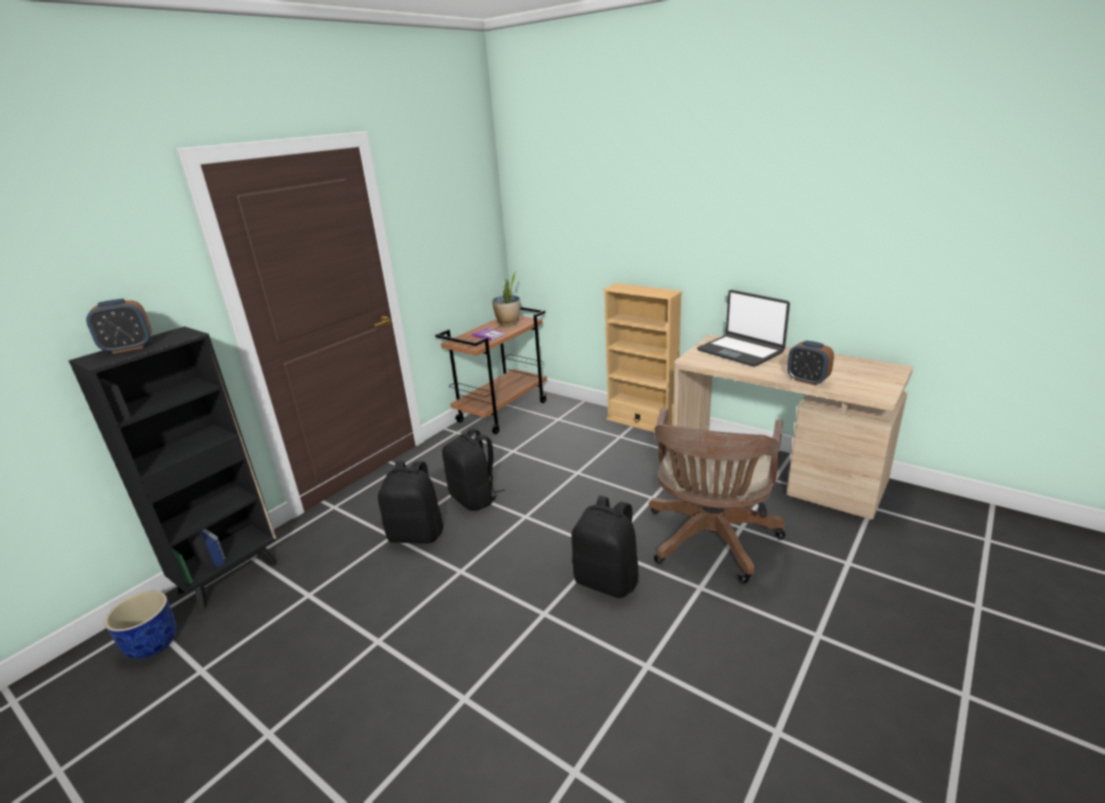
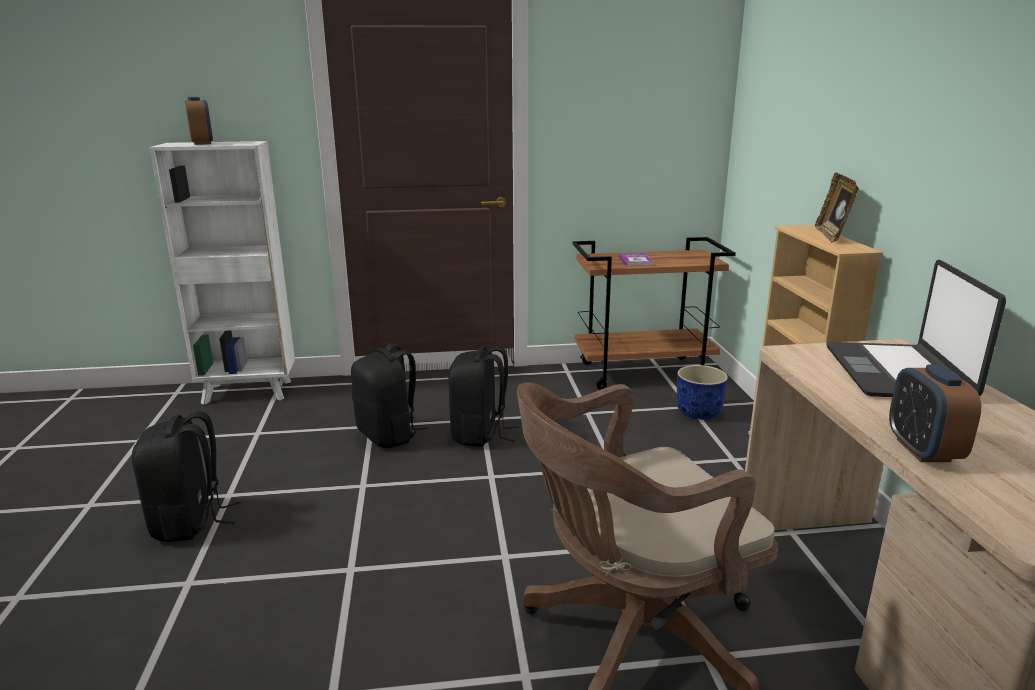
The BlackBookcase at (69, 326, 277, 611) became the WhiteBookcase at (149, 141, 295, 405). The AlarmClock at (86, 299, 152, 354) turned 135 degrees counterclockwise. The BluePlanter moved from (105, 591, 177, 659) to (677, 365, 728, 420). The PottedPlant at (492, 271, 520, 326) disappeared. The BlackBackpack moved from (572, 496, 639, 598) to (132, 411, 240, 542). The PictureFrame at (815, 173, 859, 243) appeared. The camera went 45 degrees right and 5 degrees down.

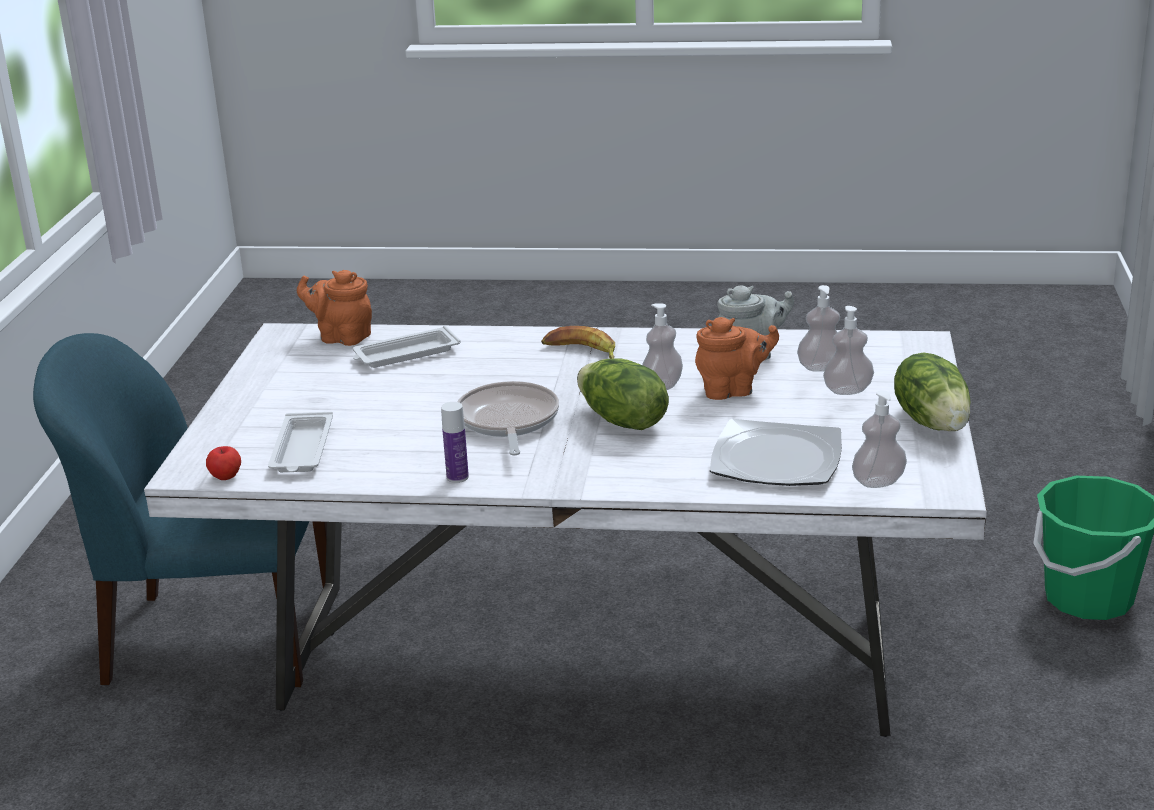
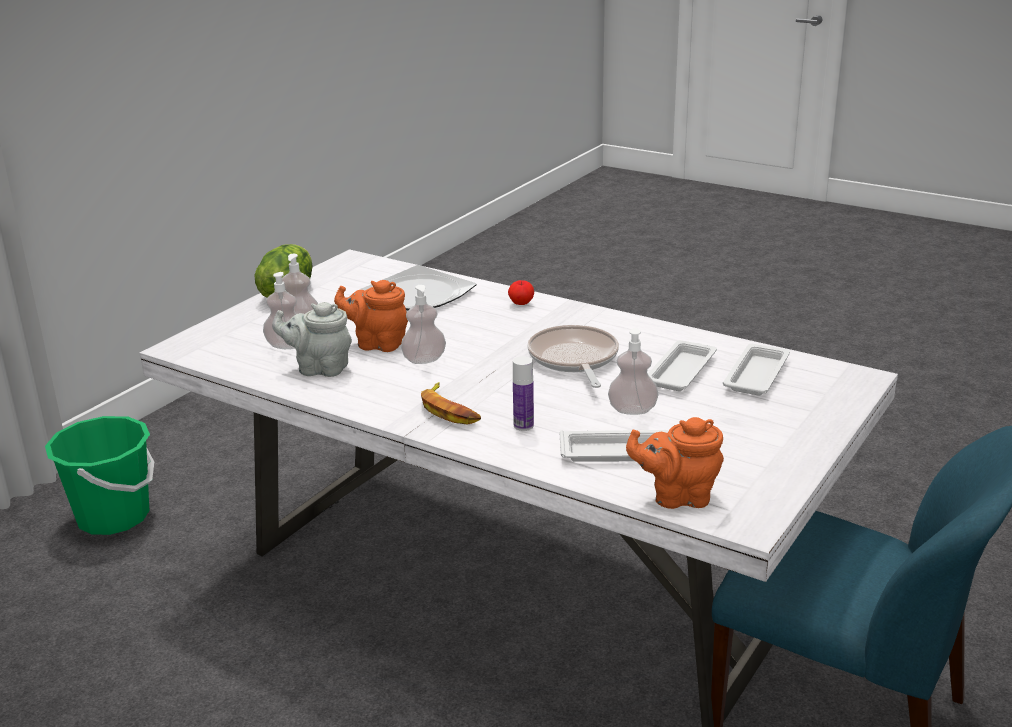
The Apple moved from (206, 446, 241, 480) to (508, 280, 534, 305). The OrangeTeapot at (297, 270, 372, 346) turned 135 degrees clockwise. The Bottle moved from (441, 402, 469, 483) to (513, 356, 534, 431). The FryingPan at (457, 381, 559, 456) turned 150 degrees clockwise. The Lettuce at (577, 358, 669, 430) disappeared. The SoapDispenser moved from (852, 390, 907, 488) to (608, 328, 659, 415). The WhiteTray at (648, 340, 717, 391) appeared. The camera went 155 degrees left and 0 degrees up.

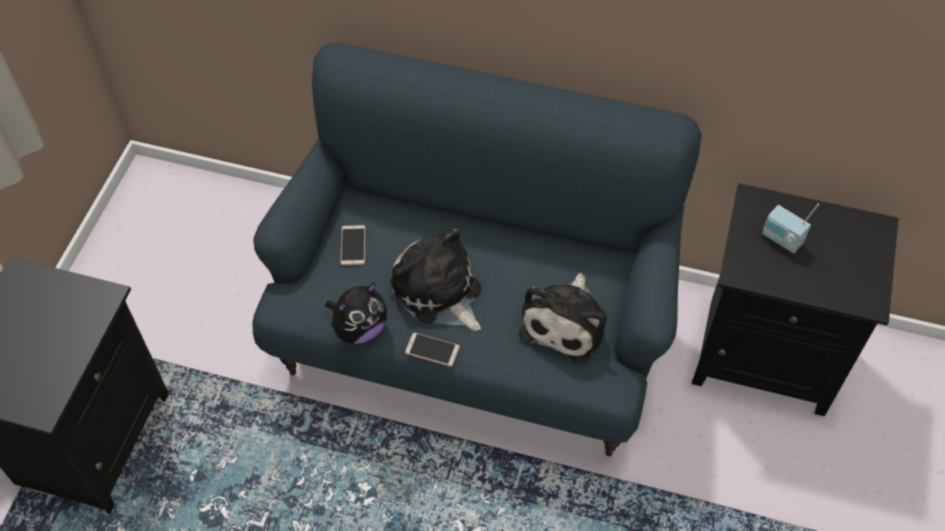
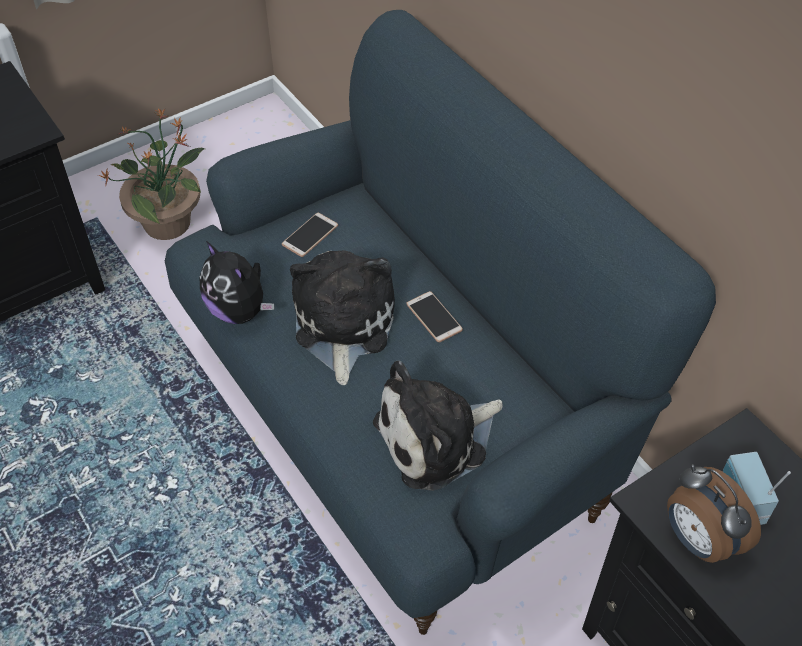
The PlushToy at (325, 282, 387, 344) turned 45 degrees clockwise. The Phone moved from (405, 333, 460, 367) to (406, 291, 463, 343). The PottedPlant at (98, 108, 205, 240) appeared. The AlarmClock at (667, 464, 761, 563) appeared. The camera went 40 degrees right and 5 degrees down.

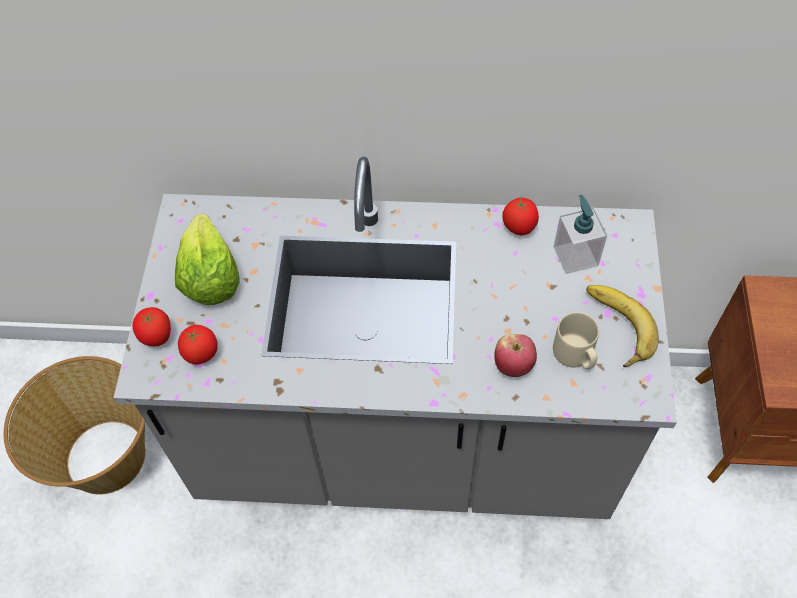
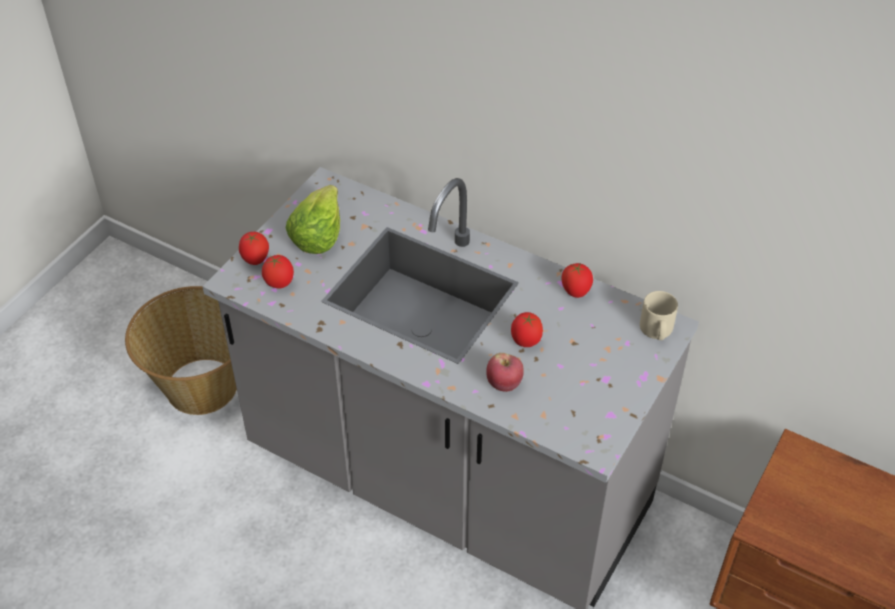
The BeigeMug moved from (553, 312, 599, 369) to (640, 291, 678, 340). The SoapDispenser at (554, 195, 607, 274) disappeared. The Banana at (586, 285, 659, 367) disappeared. The Tomato at (511, 312, 543, 347) appeared. The camera went 25 degrees right and 10 degrees down.

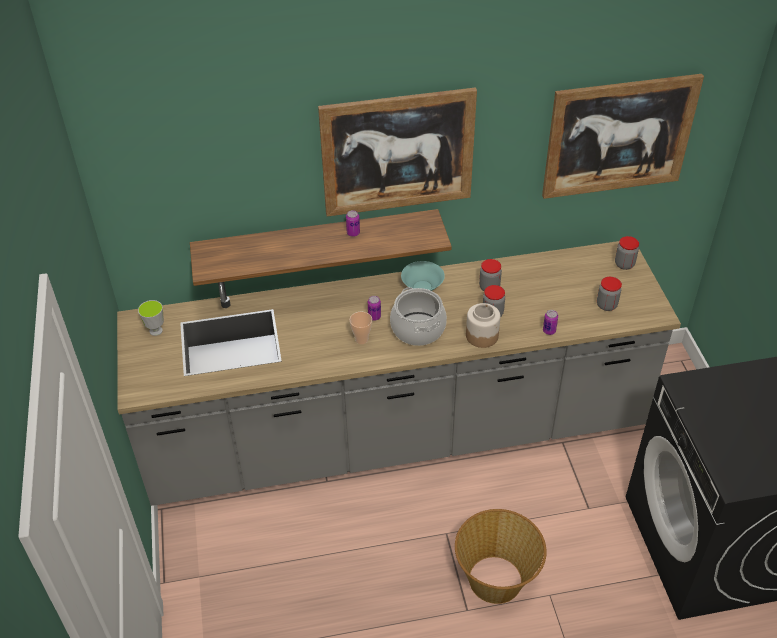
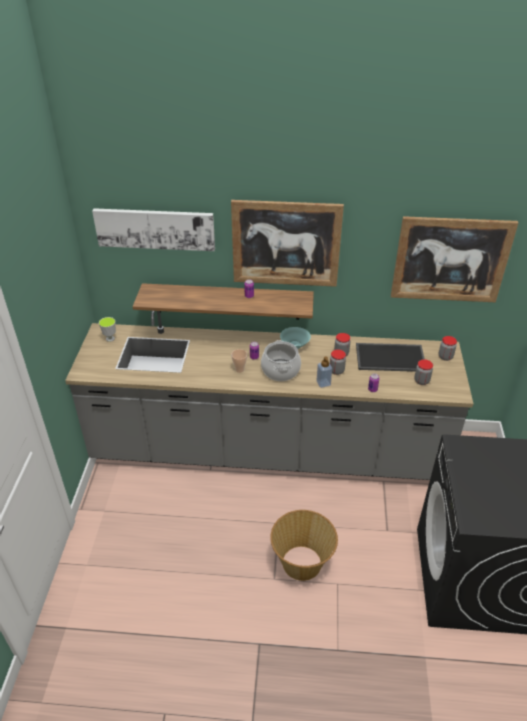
The Jar at (466, 303, 500, 348) was replaced by the SoapDispenser at (316, 356, 332, 388). The Picture at (92, 208, 215, 251) appeared. The Tray at (356, 343, 425, 372) appeared. The camera went 15 degrees right and 5 degrees down.

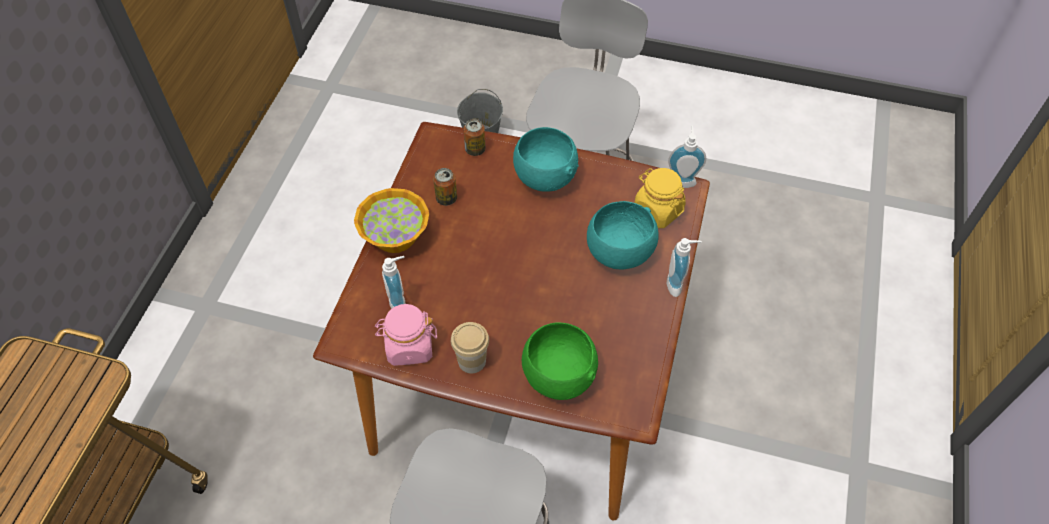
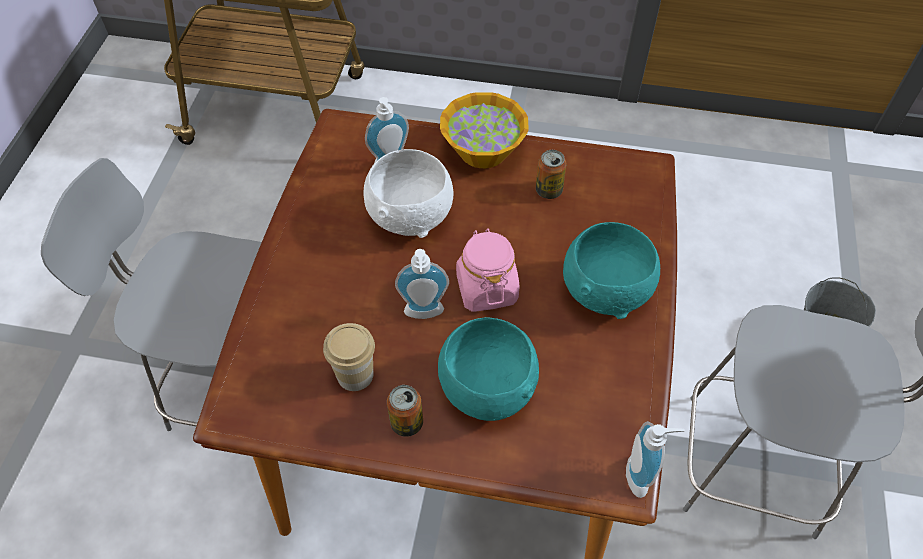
The PinkJar moved from (375, 304, 437, 366) to (456, 228, 519, 312). The Cup moved from (451, 322, 489, 374) to (323, 323, 375, 391). The Can moved from (464, 119, 486, 156) to (387, 385, 423, 437). The GreenBowl at (522, 322, 598, 400) disappeared. The YellowJar at (634, 168, 686, 228) disappeared. The SoapDispenser moved from (667, 238, 702, 297) to (395, 249, 449, 319). The WhiteBowl at (363, 149, 453, 238) appeared. The camera went 85 degrees right and 0 degrees up.

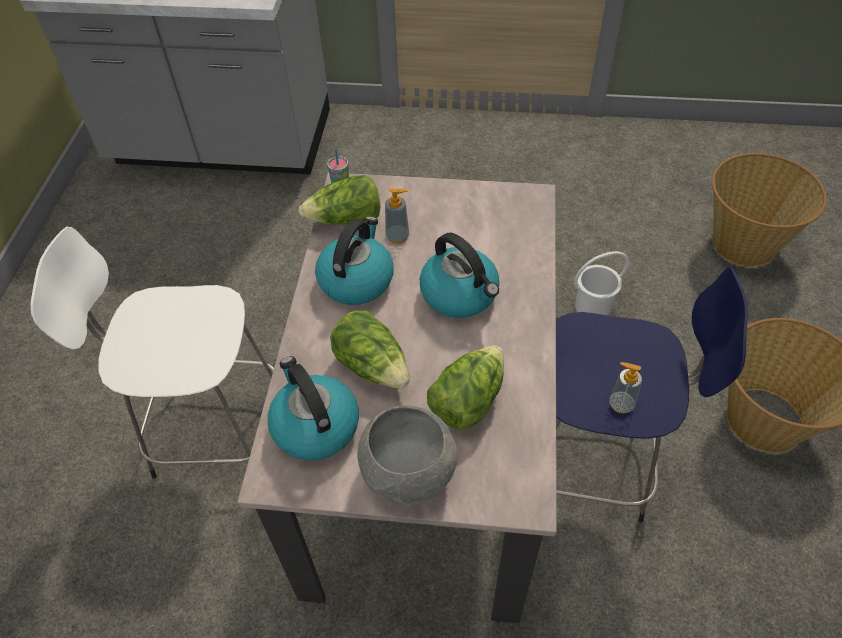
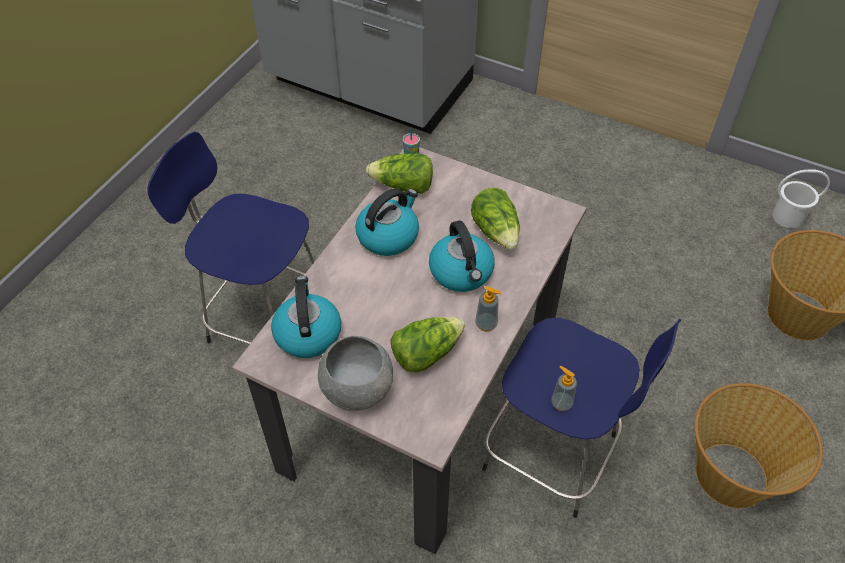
The WhiteStool at (30, 227, 274, 479) became the BlueStool at (147, 131, 315, 345). The Lettuce moved from (330, 310, 410, 389) to (471, 188, 520, 250). The SoapDispenser moved from (385, 188, 409, 244) to (475, 286, 502, 332). The WhiteBucket moved from (574, 251, 629, 316) to (772, 169, 830, 229). The camera went 20 degrees right and 0 degrees up.

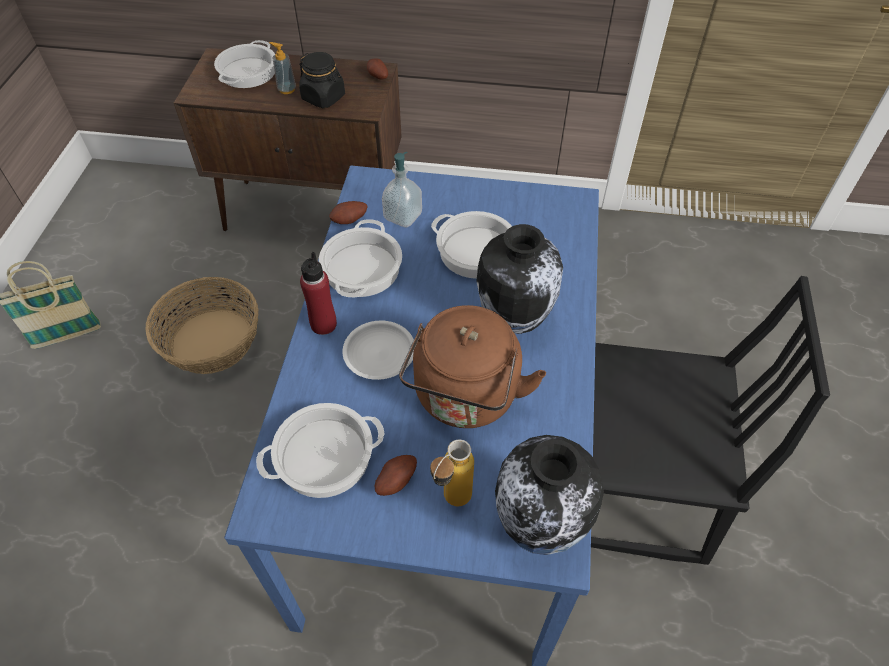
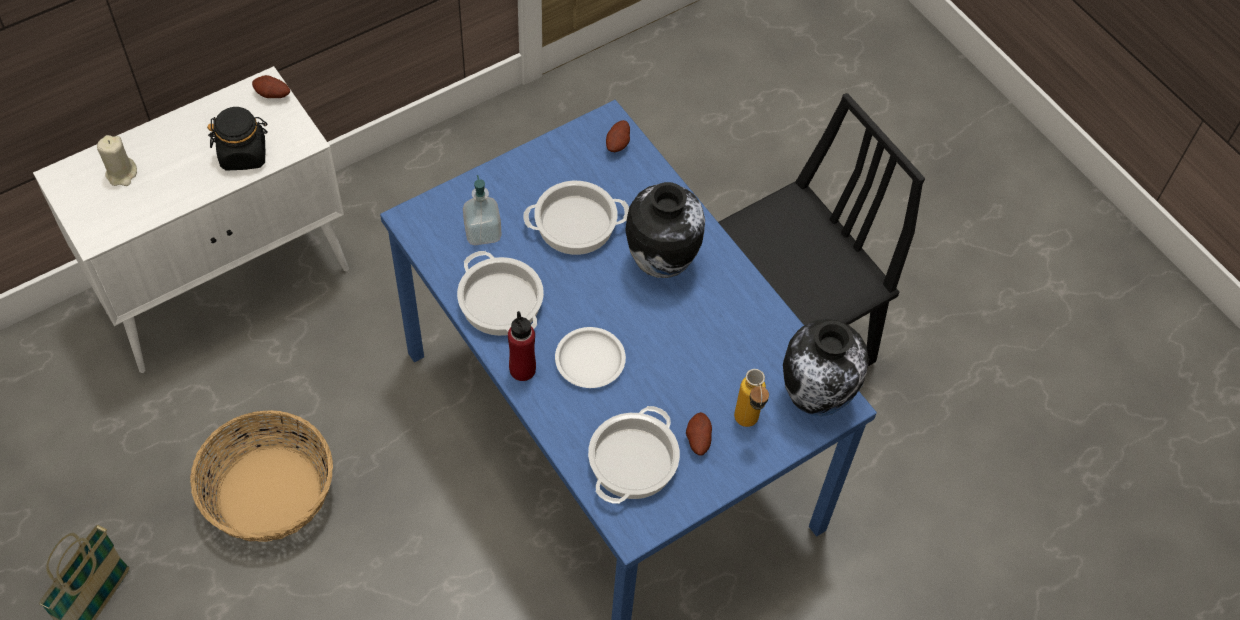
The BrownCabinet at (174, 48, 402, 231) became the WhiteCabinet at (33, 66, 349, 373). The CookingPot at (214, 40, 275, 88) was replaced by the BeigeCandle at (97, 135, 137, 186). The SoapDispenser at (269, 42, 296, 94) disappeared. The Potato moved from (329, 201, 367, 224) to (606, 120, 630, 152). The BrownKettle at (399, 305, 546, 428) disappeared. The camera went 45 degrees left and 5 degrees up.

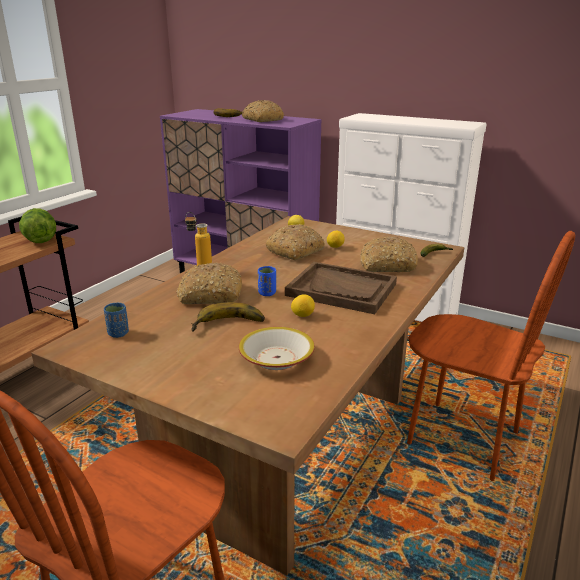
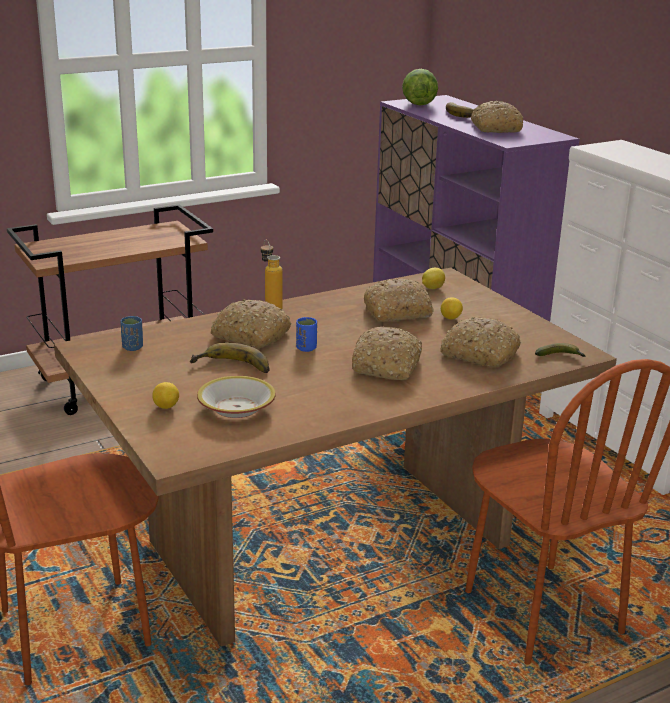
The Lettuce moved from (19, 208, 56, 243) to (402, 69, 438, 106). The BrownTray at (285, 262, 397, 314) was replaced by the Bread at (352, 326, 422, 380). The Lemon moved from (291, 294, 315, 317) to (152, 382, 179, 409). The camera went 30 degrees right and 0 degrees up.

